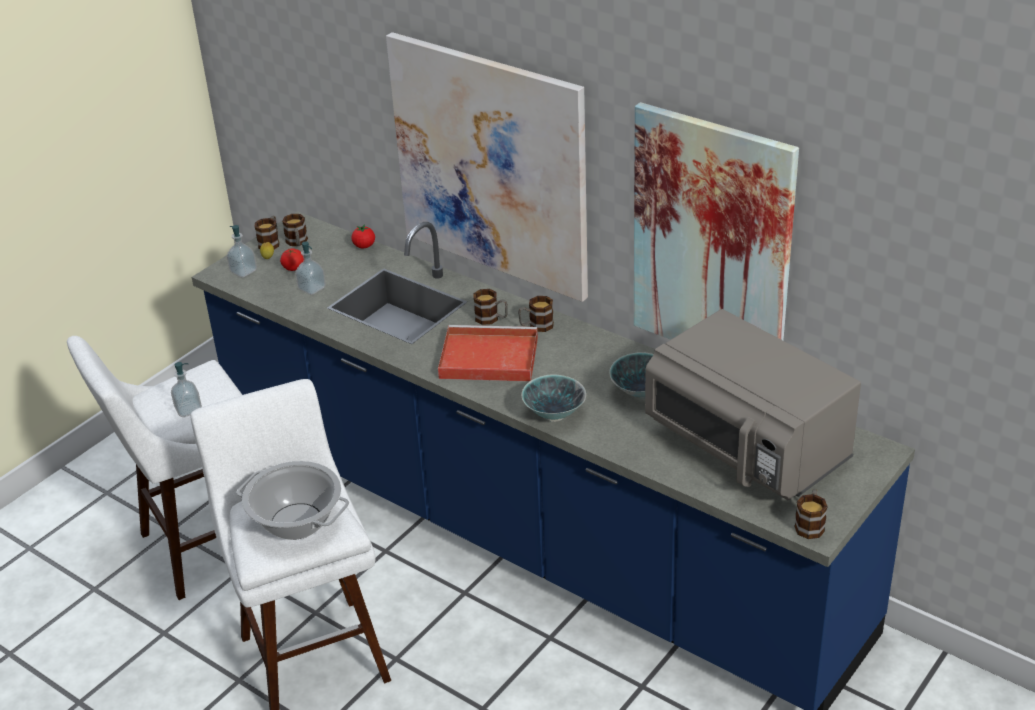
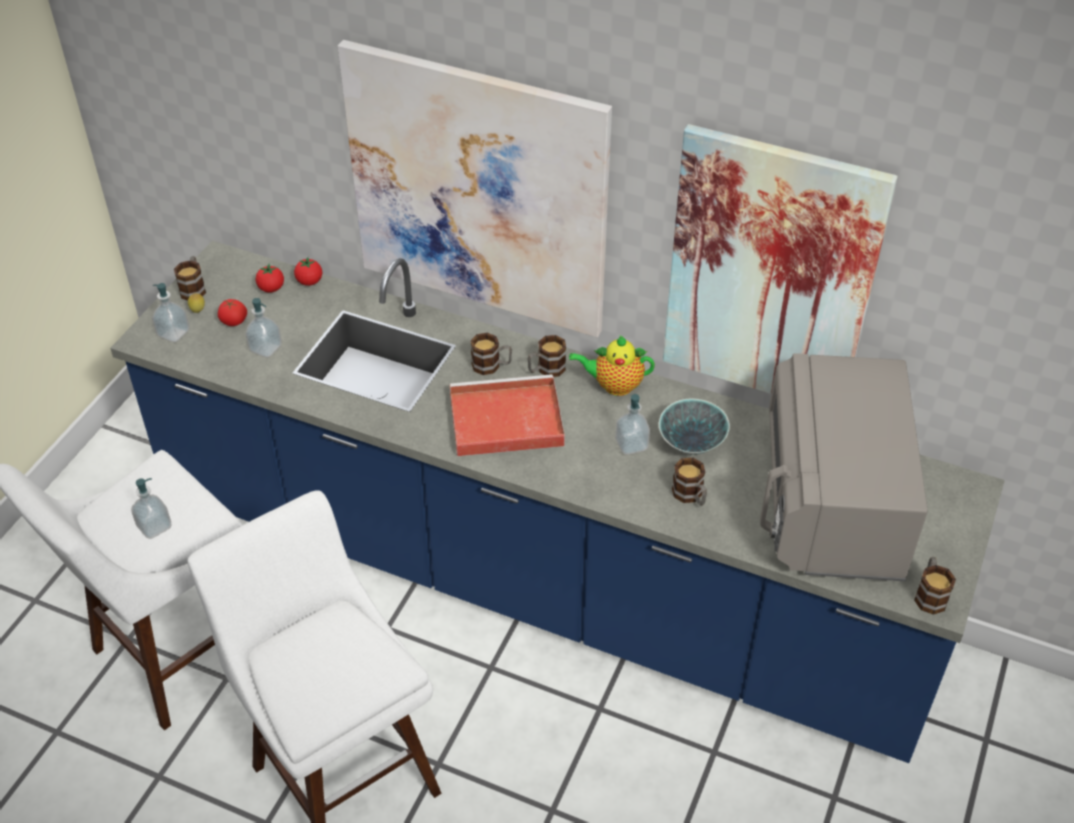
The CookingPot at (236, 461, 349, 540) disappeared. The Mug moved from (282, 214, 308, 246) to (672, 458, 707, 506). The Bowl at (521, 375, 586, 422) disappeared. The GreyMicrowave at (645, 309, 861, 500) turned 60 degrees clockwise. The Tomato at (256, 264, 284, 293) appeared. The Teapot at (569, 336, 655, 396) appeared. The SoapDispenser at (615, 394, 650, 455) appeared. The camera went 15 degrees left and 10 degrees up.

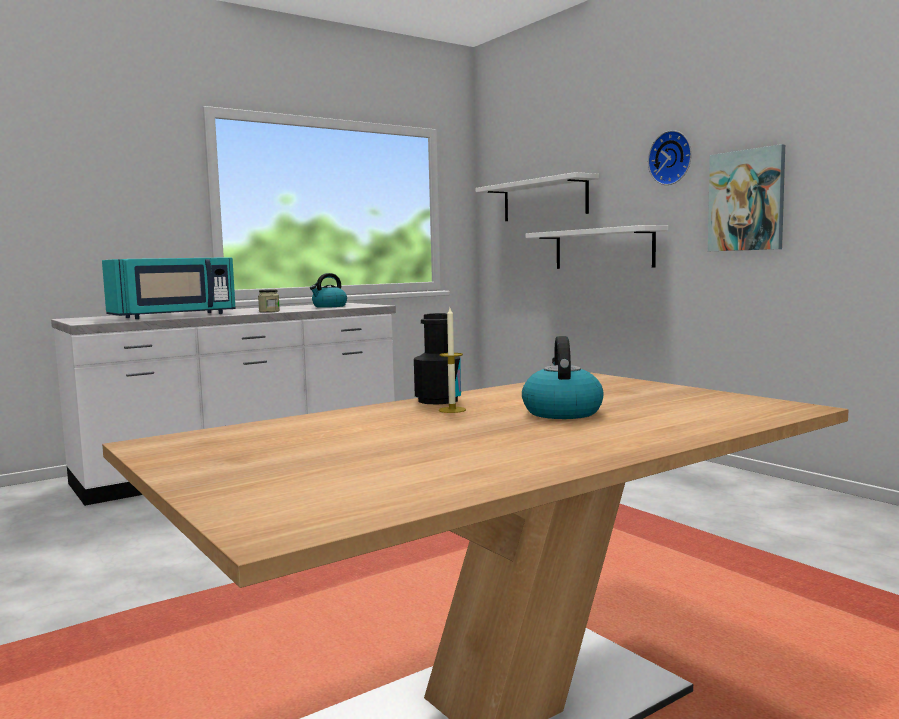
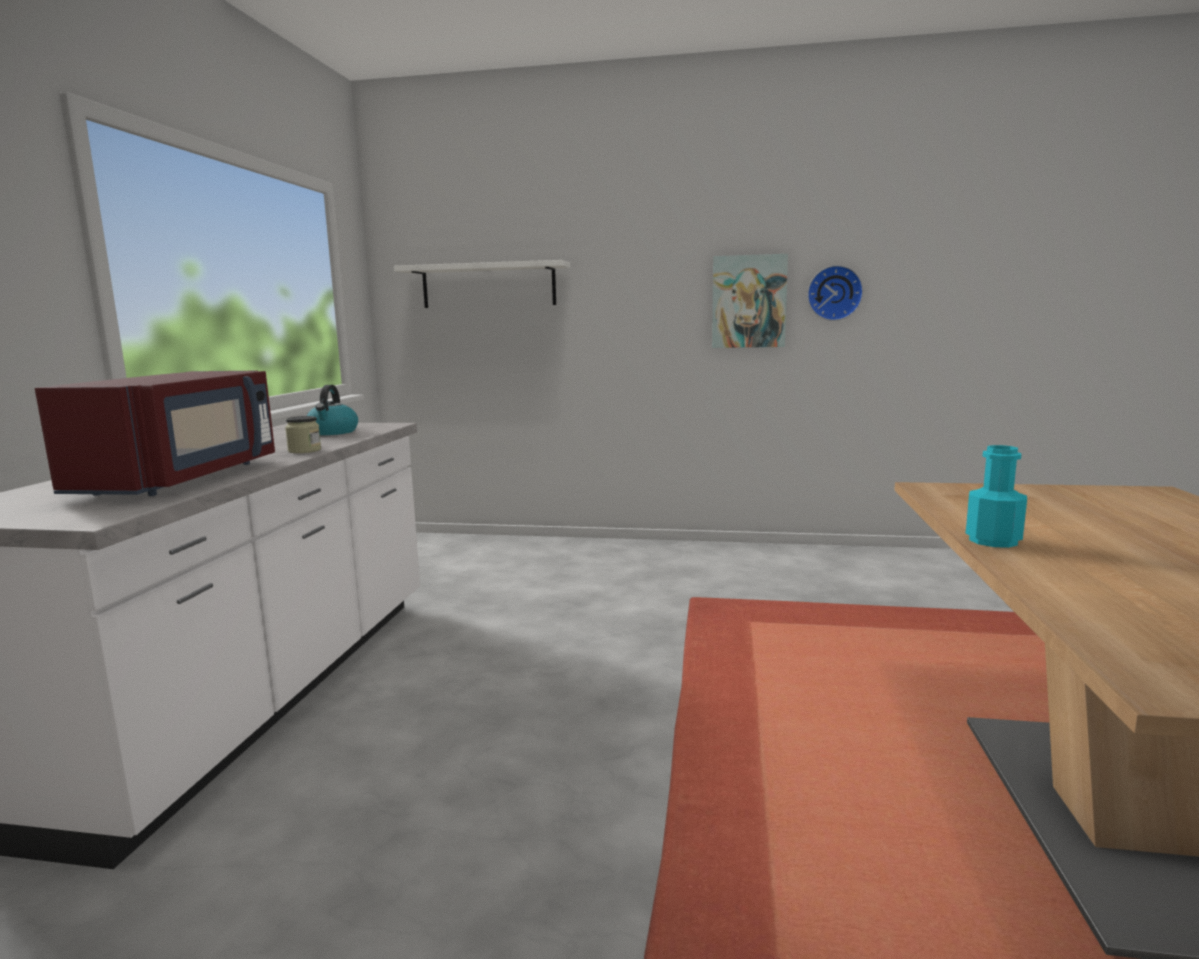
The TurquoiseMicrowave at (102, 257, 236, 319) became the RedMicrowave at (35, 371, 275, 496). The BlackBottle at (414, 313, 461, 405) became the TurquoiseBottle at (965, 445, 1027, 548). The Candle at (439, 308, 466, 413) disappeared. The Kettle at (522, 336, 604, 419) disappeared. The WhiteShelf at (526, 225, 668, 269) disappeared. The WallClock moved from (648, 130, 692, 185) to (807, 265, 863, 321). The camera went 45 degrees left and 5 degrees up.

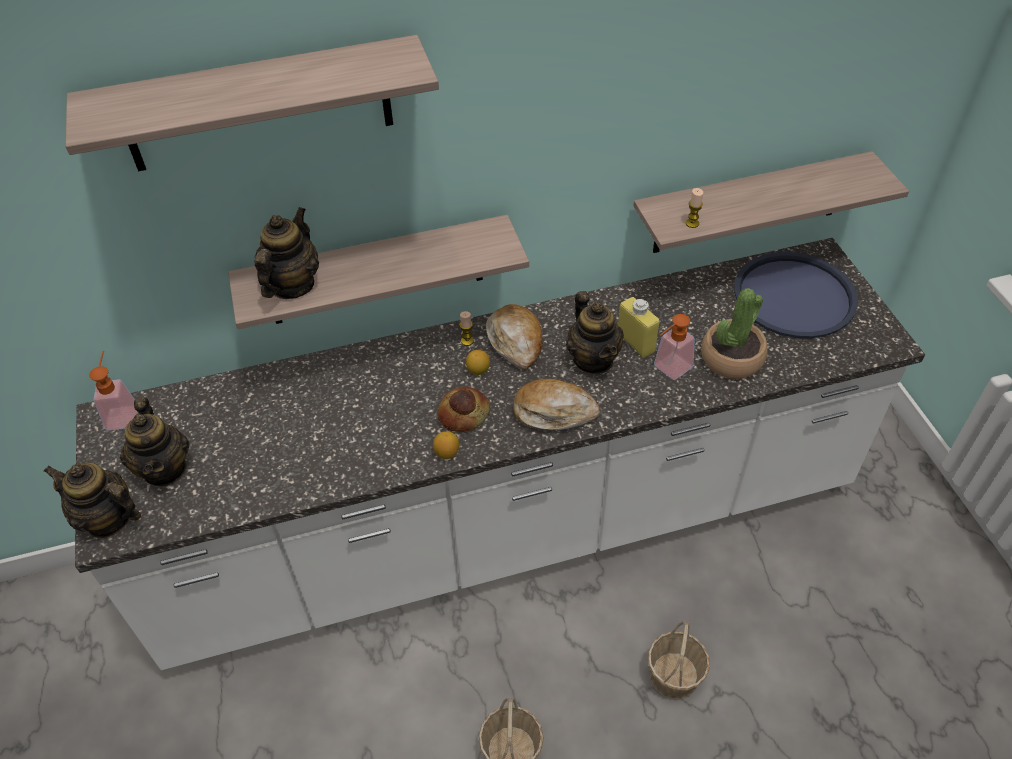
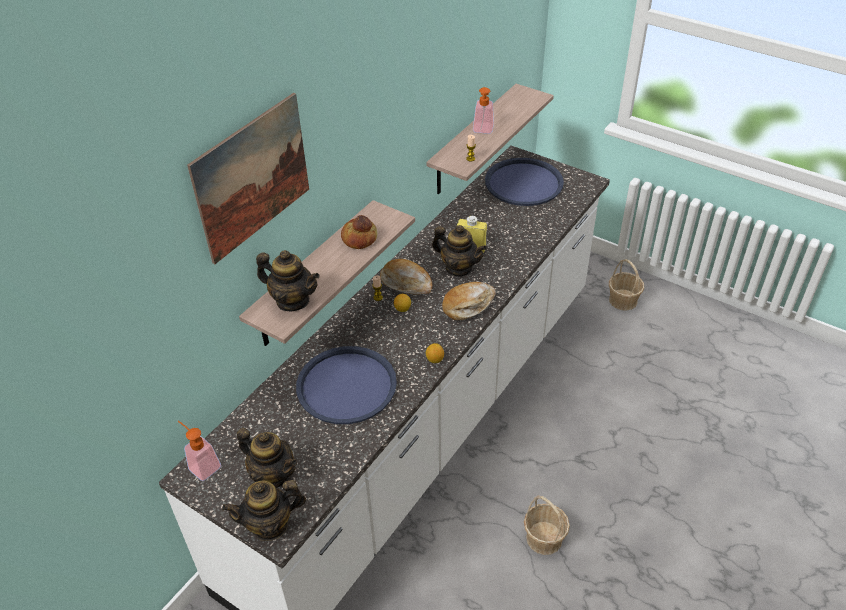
The Shelf at (66, 35, 439, 171) was replaced by the Picture at (187, 93, 309, 264). The Teapot at (255, 207, 319, 299) turned 135 degrees clockwise. The Bread moved from (438, 387, 490, 432) to (341, 215, 377, 249). The Basket moved from (648, 621, 710, 700) to (609, 259, 644, 311). The SoapDispenser moved from (654, 314, 695, 380) to (473, 87, 494, 134). The PottedPlant at (701, 288, 768, 379) disappeared. The BlueTray at (296, 346, 397, 424) appeared. The camera went 40 degrees left and 5 degrees down.

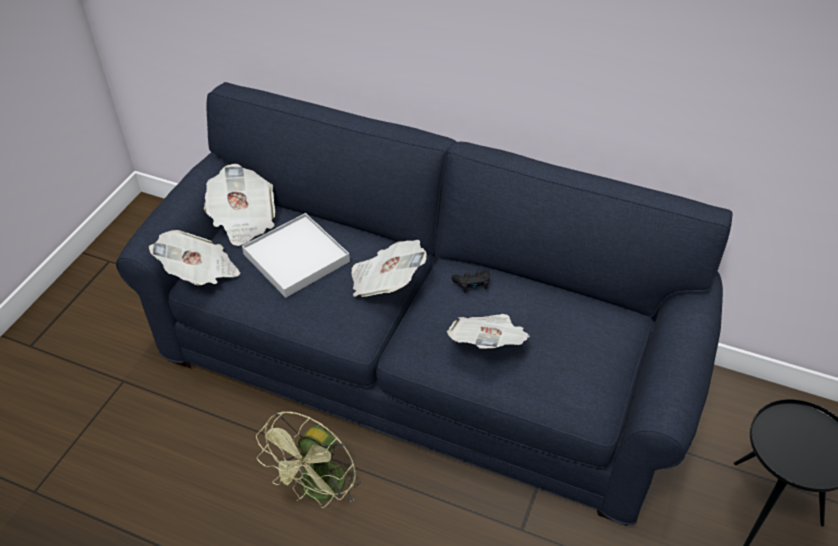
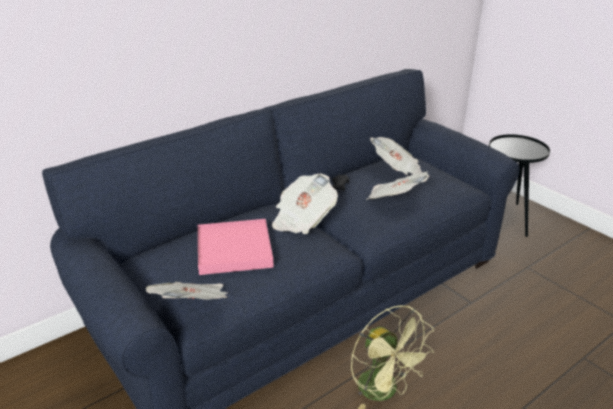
The Newspaper moved from (204, 164, 275, 246) to (370, 137, 422, 175). The WhiteTray at (242, 213, 350, 298) became the PinkTray at (198, 219, 274, 275). The camera went 60 degrees left and 15 degrees down.

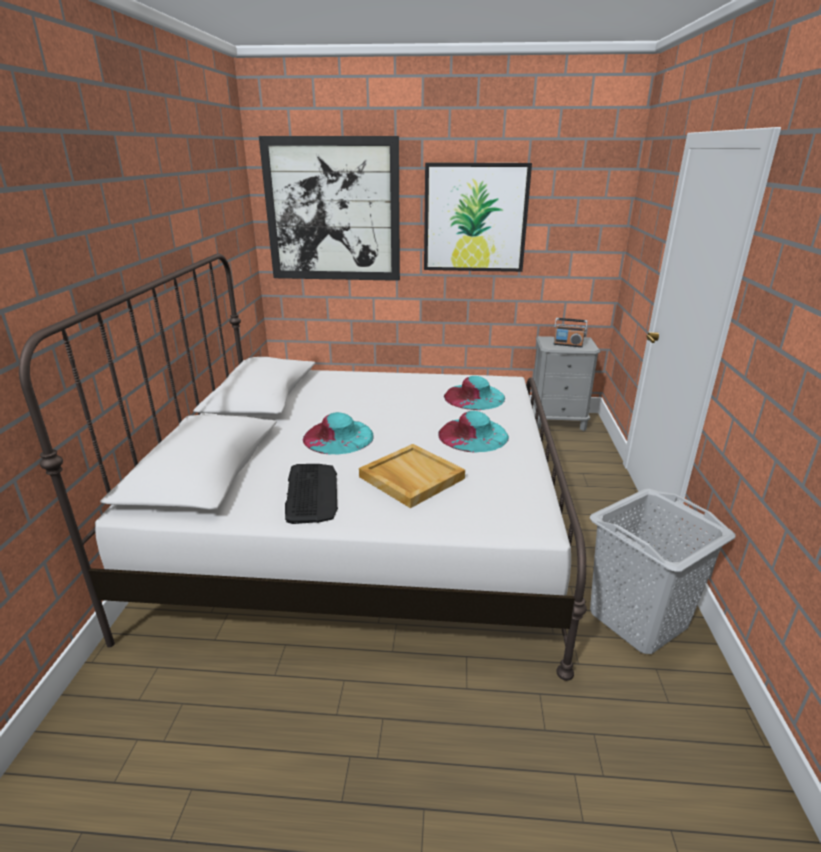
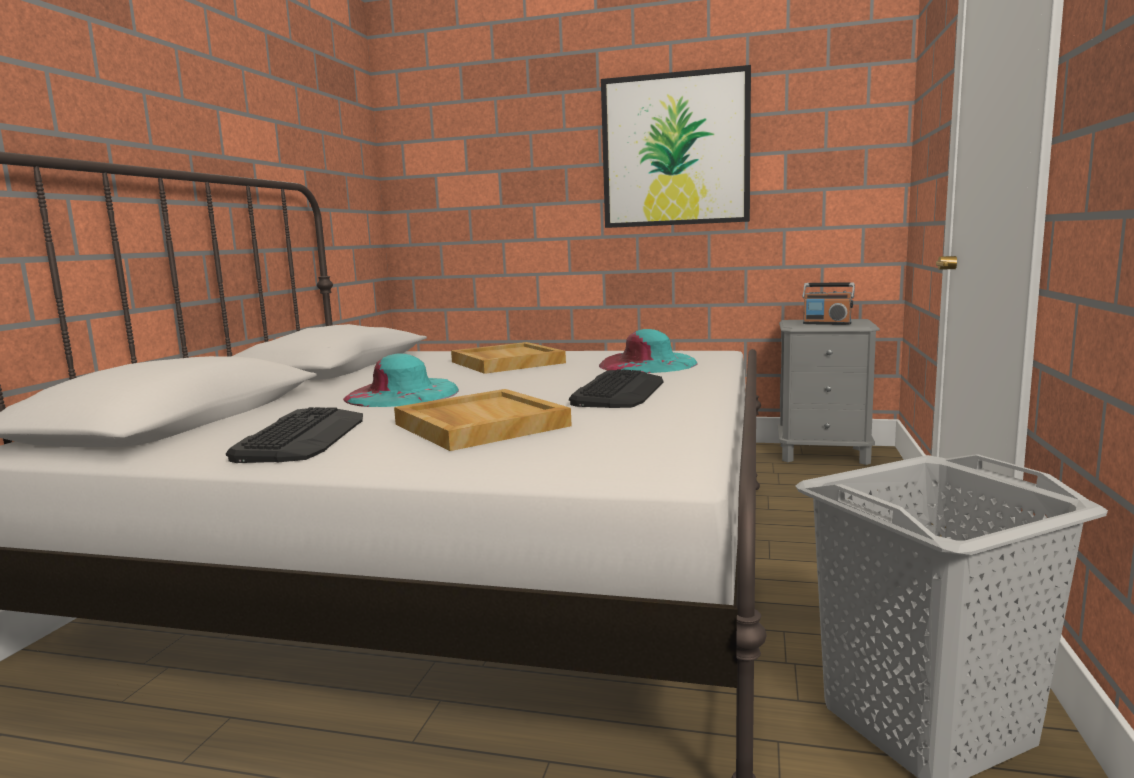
The Picture at (259, 136, 400, 281) disappeared. The TurquoiseHat at (438, 411, 509, 452) was replaced by the Keyboard at (569, 369, 664, 408). The BeigeTray at (451, 342, 566, 374) appeared. The camera went 10 degrees right and 15 degrees down.

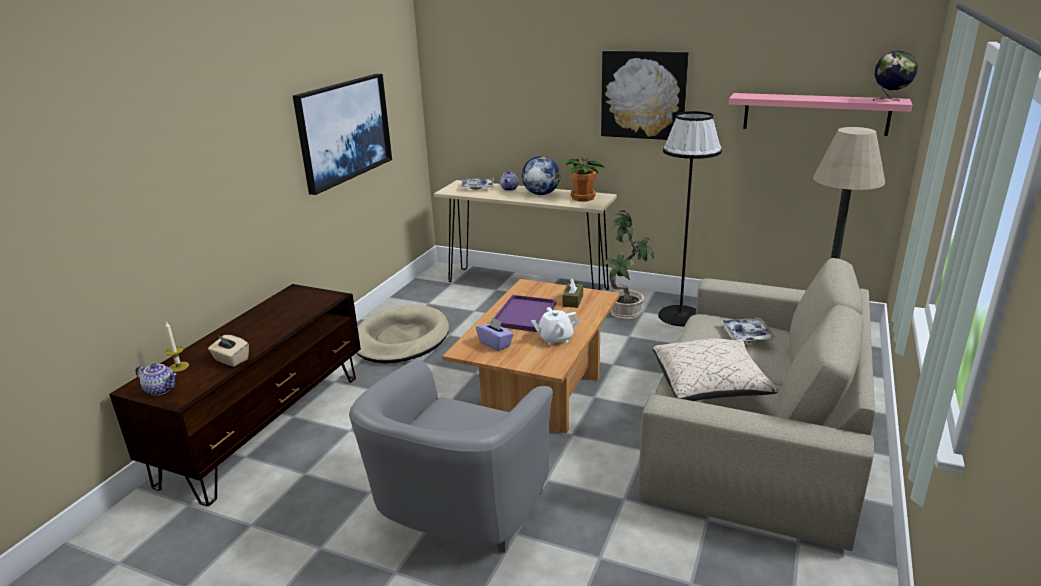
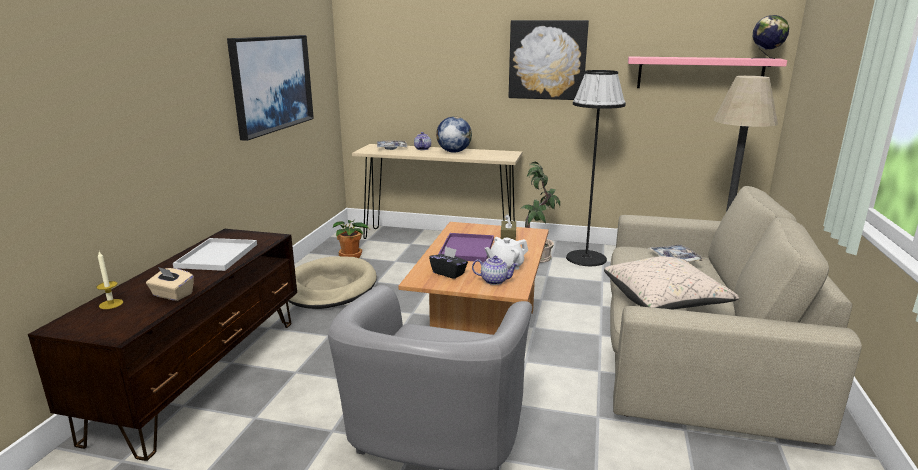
The Teapot moved from (135, 363, 176, 396) to (472, 256, 519, 285). The PurpleTissueBox at (476, 317, 514, 351) became the BlackTissueBox at (429, 246, 468, 279). The PottedPlant moved from (566, 157, 605, 201) to (333, 220, 369, 258). The WhiteTray at (173, 238, 257, 271) appeared. The camera went 10 degrees left and 5 degrees down.

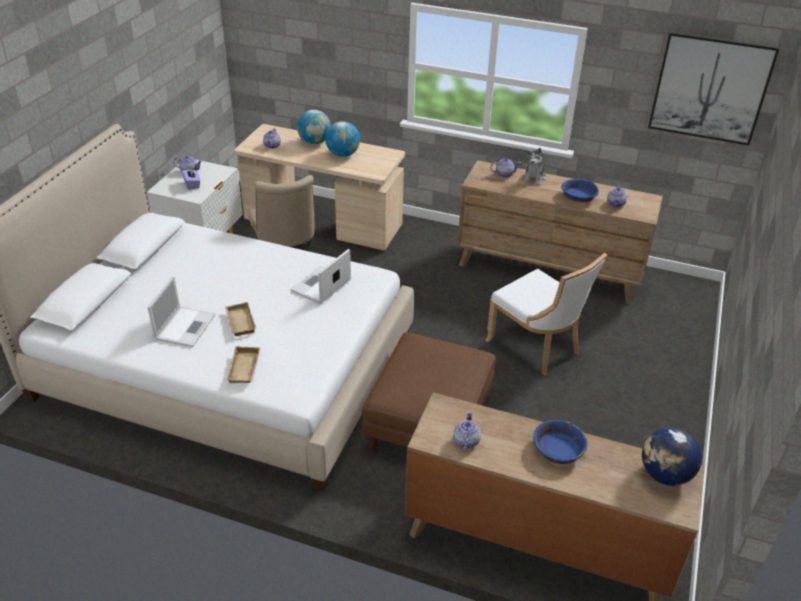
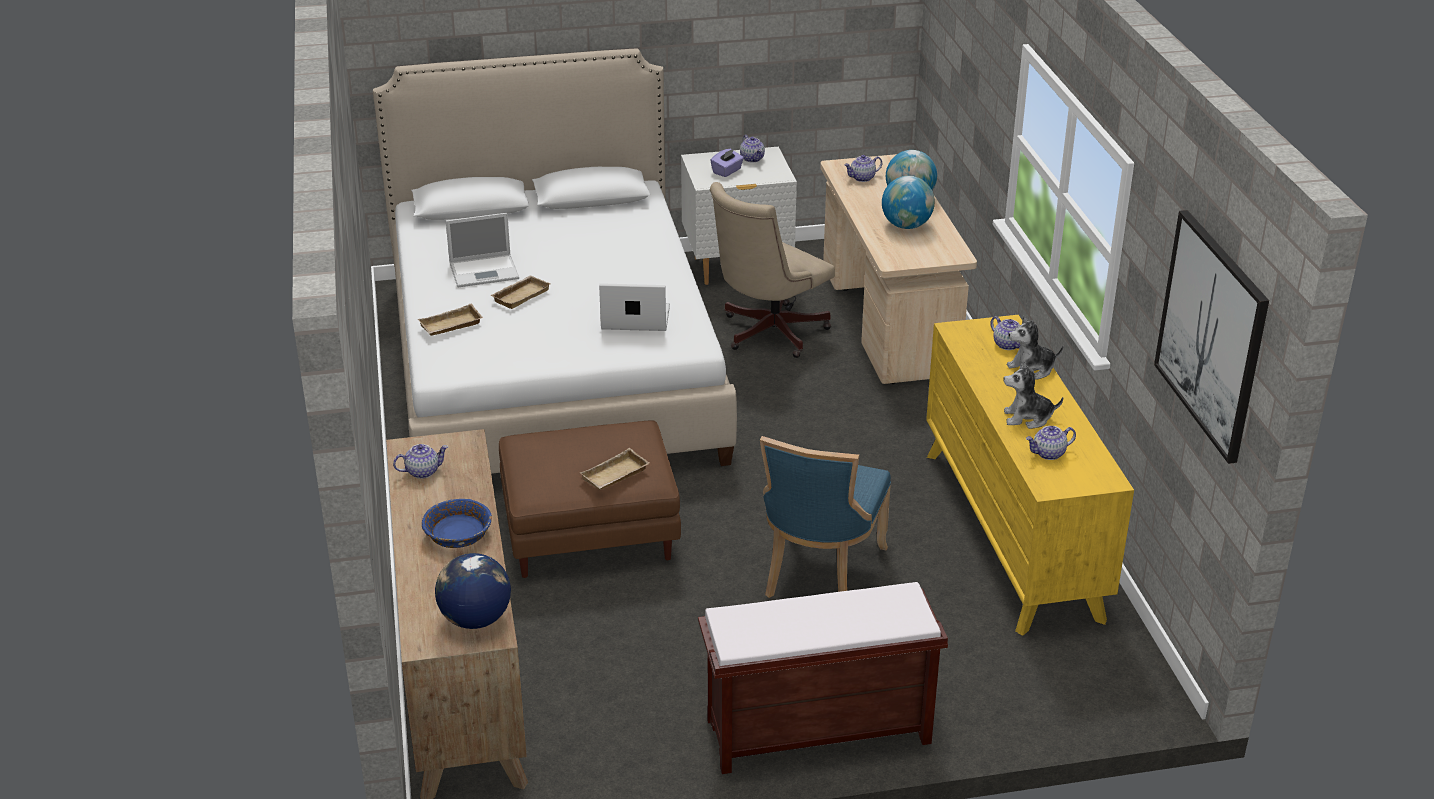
The BrownDresser at (457, 160, 663, 305) became the YellowDresser at (926, 315, 1134, 636). The WhiteChair at (485, 253, 607, 375) became the BlueChair at (760, 436, 891, 598). The BlueBowl at (561, 179, 599, 202) was replaced by the PlushToy at (1004, 361, 1063, 429). The BeigeTray at (580, 448, 649, 490) appeared. The BrownBench at (698, 582, 948, 774) appeared. The camera went 60 degrees right and 5 degrees down.

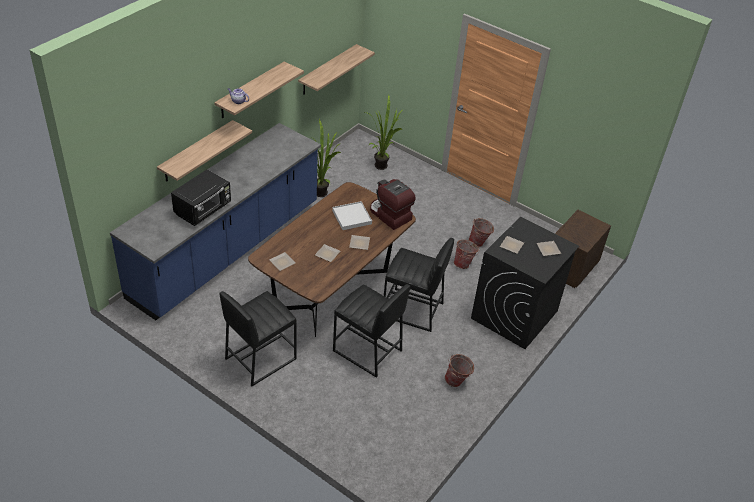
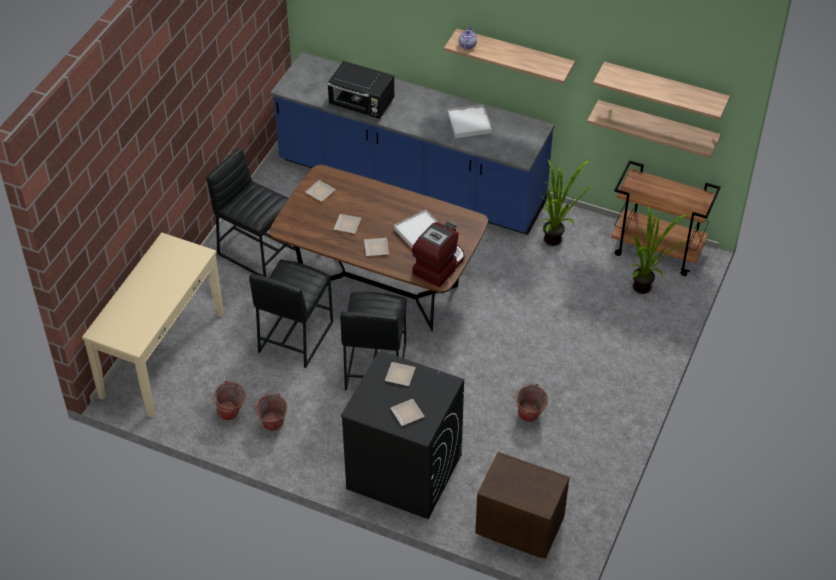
The Shelf moved from (157, 120, 252, 182) to (593, 62, 730, 120). The Bucket moved from (454, 240, 480, 269) to (212, 381, 246, 420). The BeigeConsoleTable at (82, 232, 224, 417) appeared. The WhiteTray at (448, 105, 492, 138) appeared. The BrownCart at (611, 160, 721, 276) appeared. The camera went 80 degrees right and 5 degrees up.

